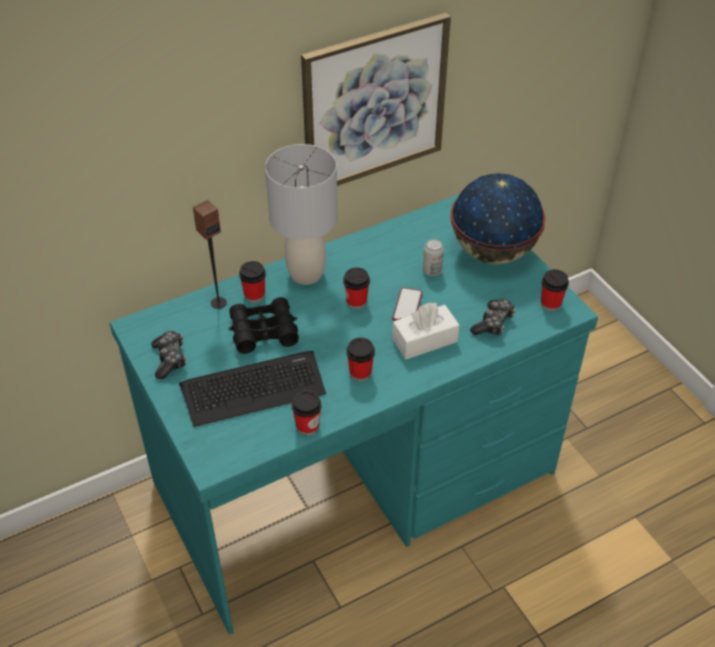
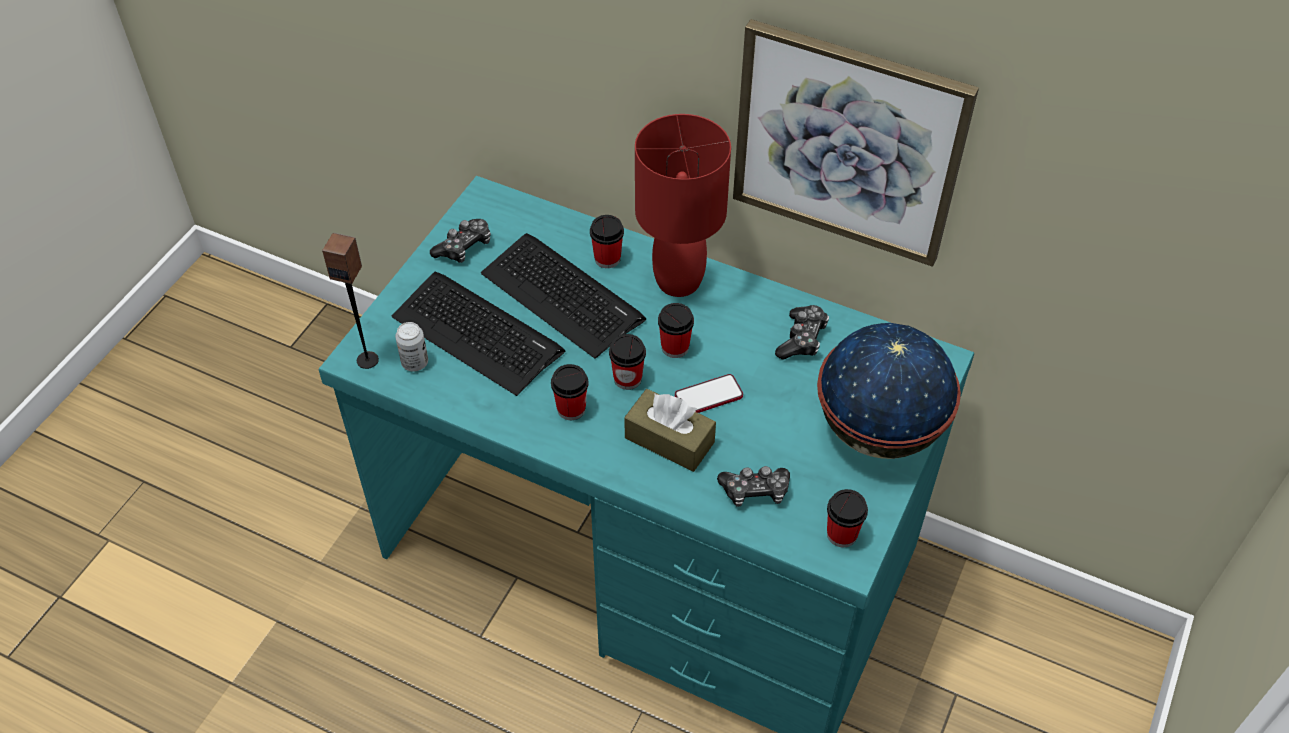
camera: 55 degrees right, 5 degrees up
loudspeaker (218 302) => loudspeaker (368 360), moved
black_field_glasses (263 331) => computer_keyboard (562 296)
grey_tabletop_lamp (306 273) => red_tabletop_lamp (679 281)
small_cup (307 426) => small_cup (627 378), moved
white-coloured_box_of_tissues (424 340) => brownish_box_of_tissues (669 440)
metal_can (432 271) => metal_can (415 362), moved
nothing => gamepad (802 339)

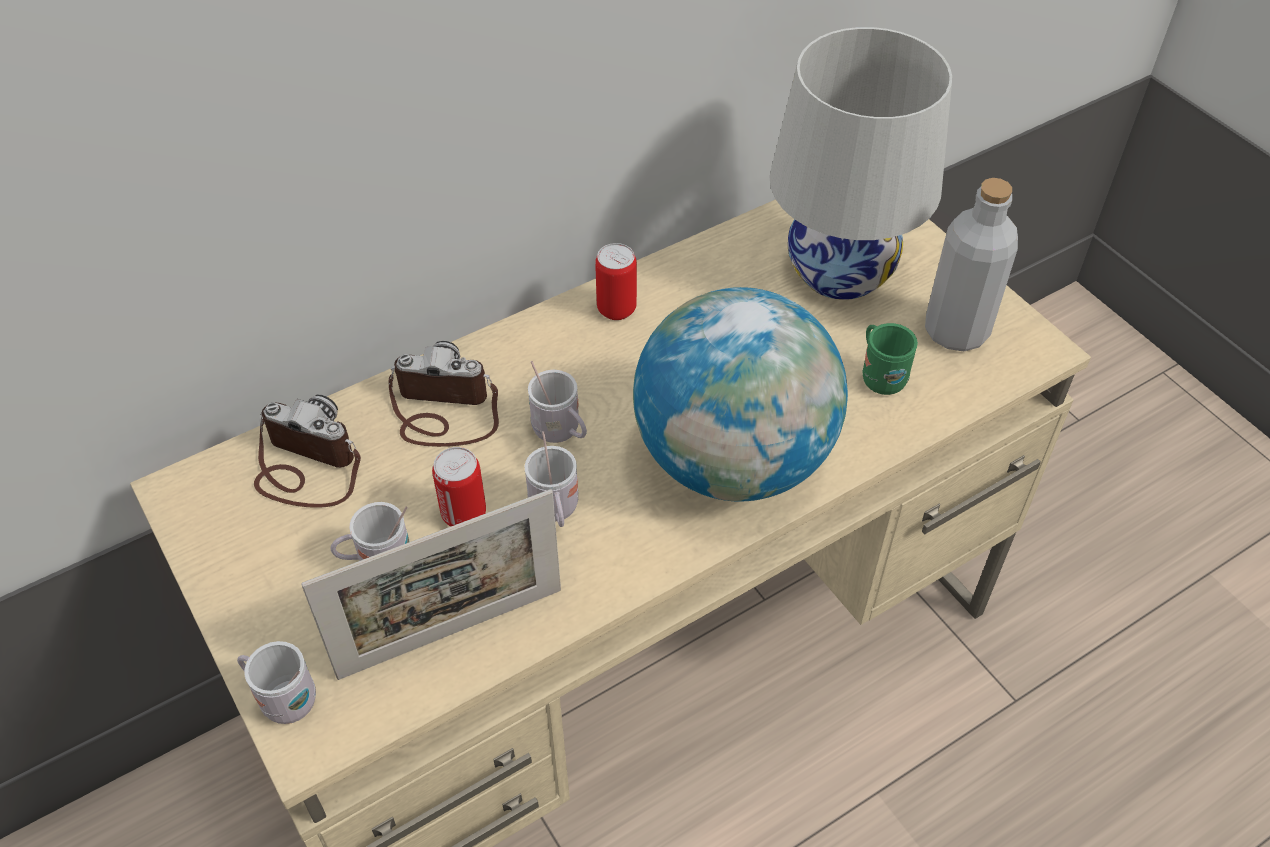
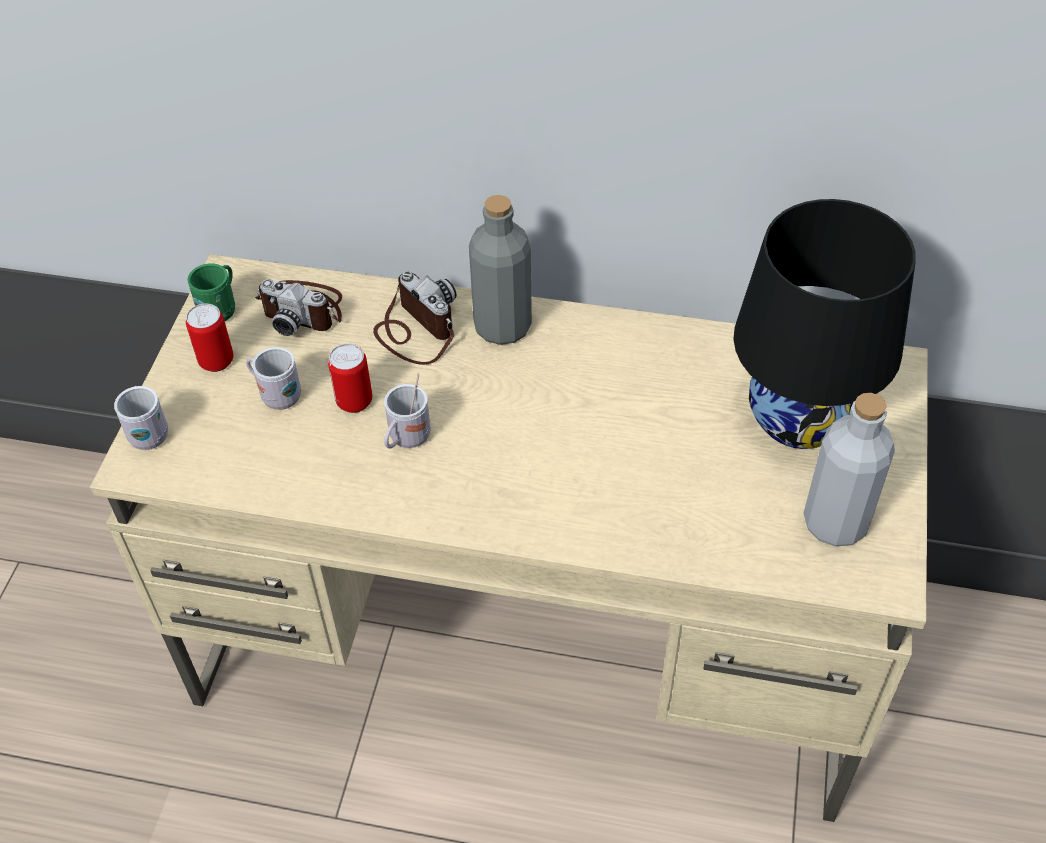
camera: 45 degrees right, 0 degrees up
still_camera (305 467) => still_camera (303 309), 135 degrees clockwise
picture_frame (451 632) => nothing
white-coloured_coffee_mug (561 433) => nothing
metal_can (616 309) => metal_can (216 361), moved
world_globe (733 460) => nothing
white-coloured_tabletop_lamp (840 271) => black_tabletop_lamp (799 418)
greenish_coffee_mug (880 376) => greenish_coffee_mug (221 309), moved
nothing => grey_beverage_bottle (502 327)

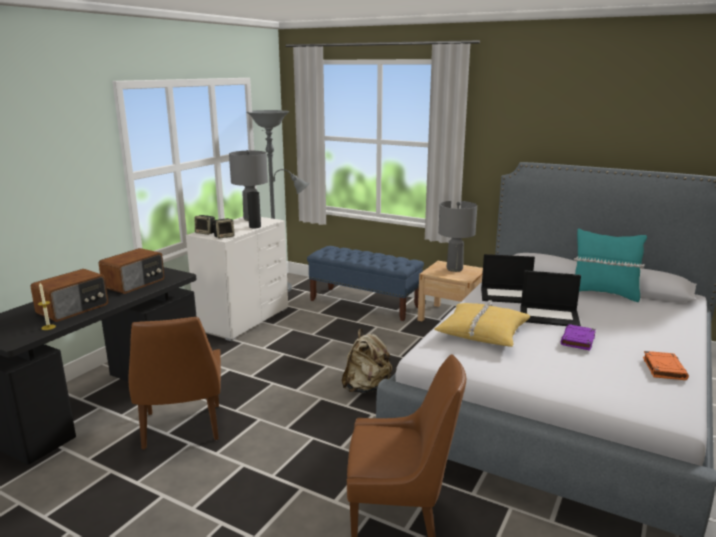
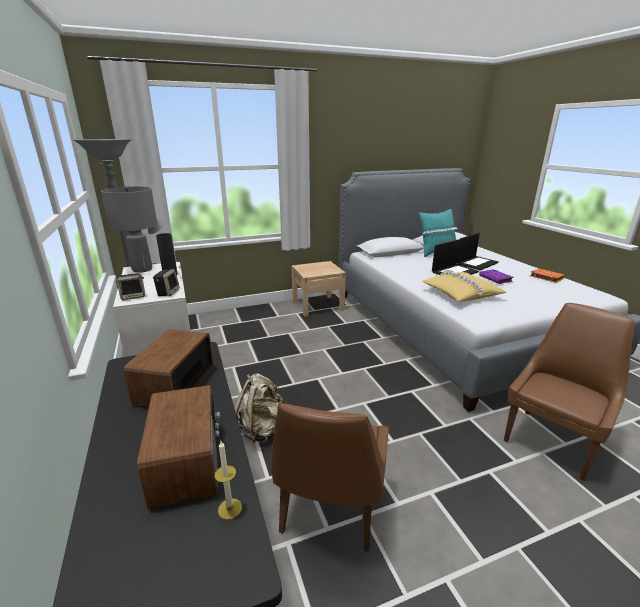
camera: 50 degrees left, 5 degrees up
radio_receiver (135 283) => radio_receiver (174 385), 150 degrees counterclockwise
brownish_plain_chair (182 428) => brownish_plain_chair (329 511), 75 degrees clockwise
blue_long_seat (364 303) => nothing
beige-coloured_knapsack (366 388) => beige-coloured_knapsack (262 429), moved
grey_tabletop_lamp (454 269) => nothing
laptop (508 295) => laptop (477 263), moved

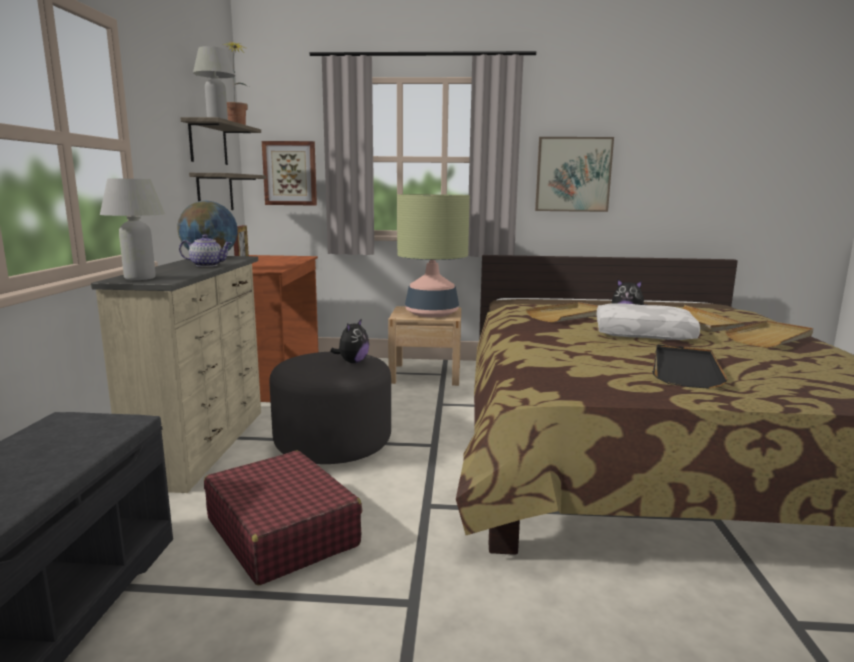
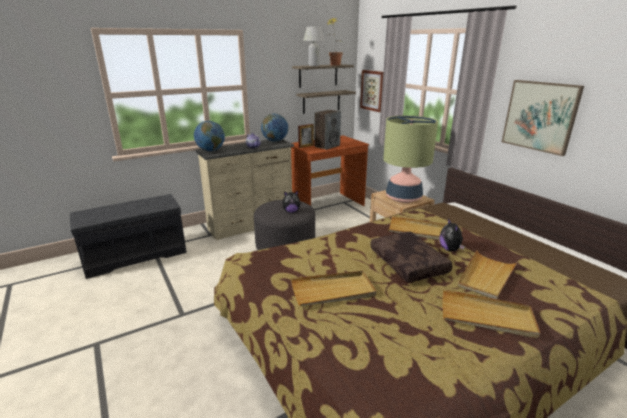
camera: 55 degrees right, 10 degrees up
white-coloured_tabletop_lamp (140 278) => world_globe (211 150)
red_piece_of_luggage (282 532) => nothing
white-coloured_throw_pillow (644 333) => brownish_throw_pillow (409 263)
black_tray (685 369) => beige-coloured_tray (333 291)
nothing => loudspeaker (327 146)

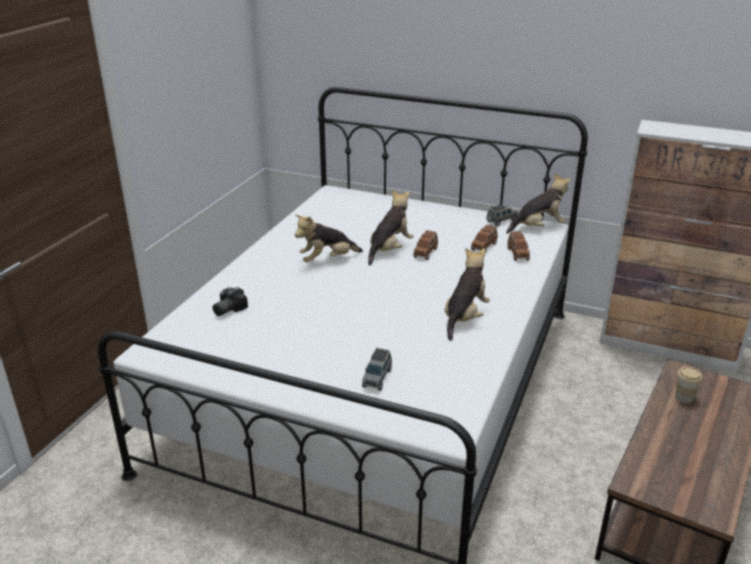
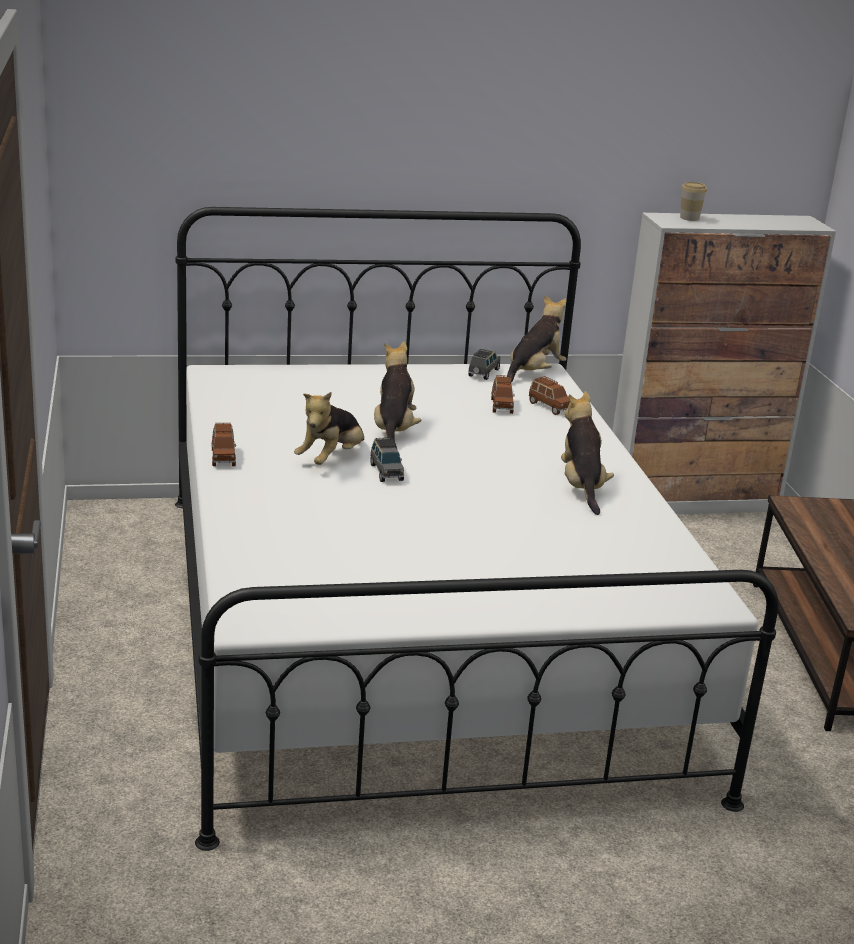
camera: 35 degrees left, 5 degrees down
still_camera (227 309) => nothing
grey_toy_car (377 378) => grey_toy_car (386 472), moved
brownish_toy_car (425 252) => brownish_toy_car (223 457), moved
small_cup (684 397) => small_cup (689 218), moved

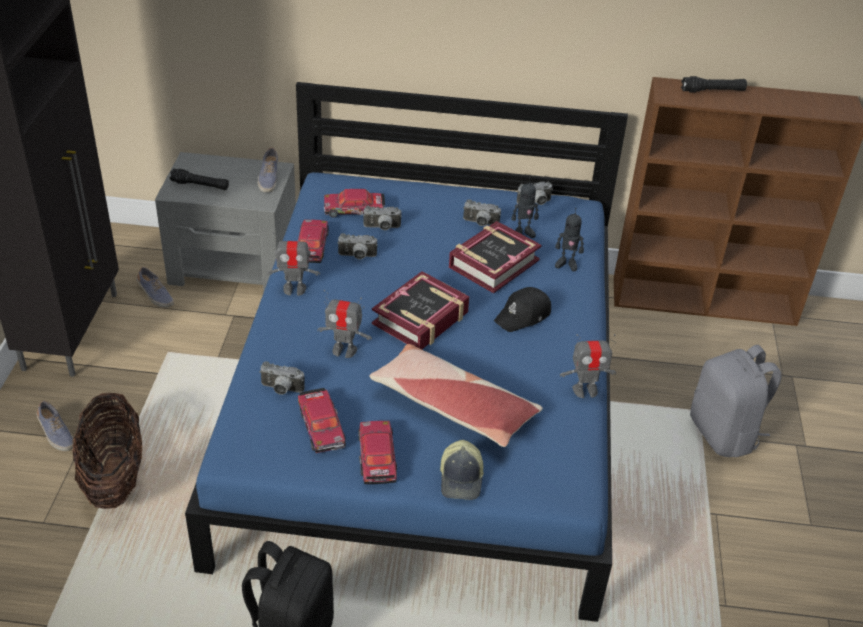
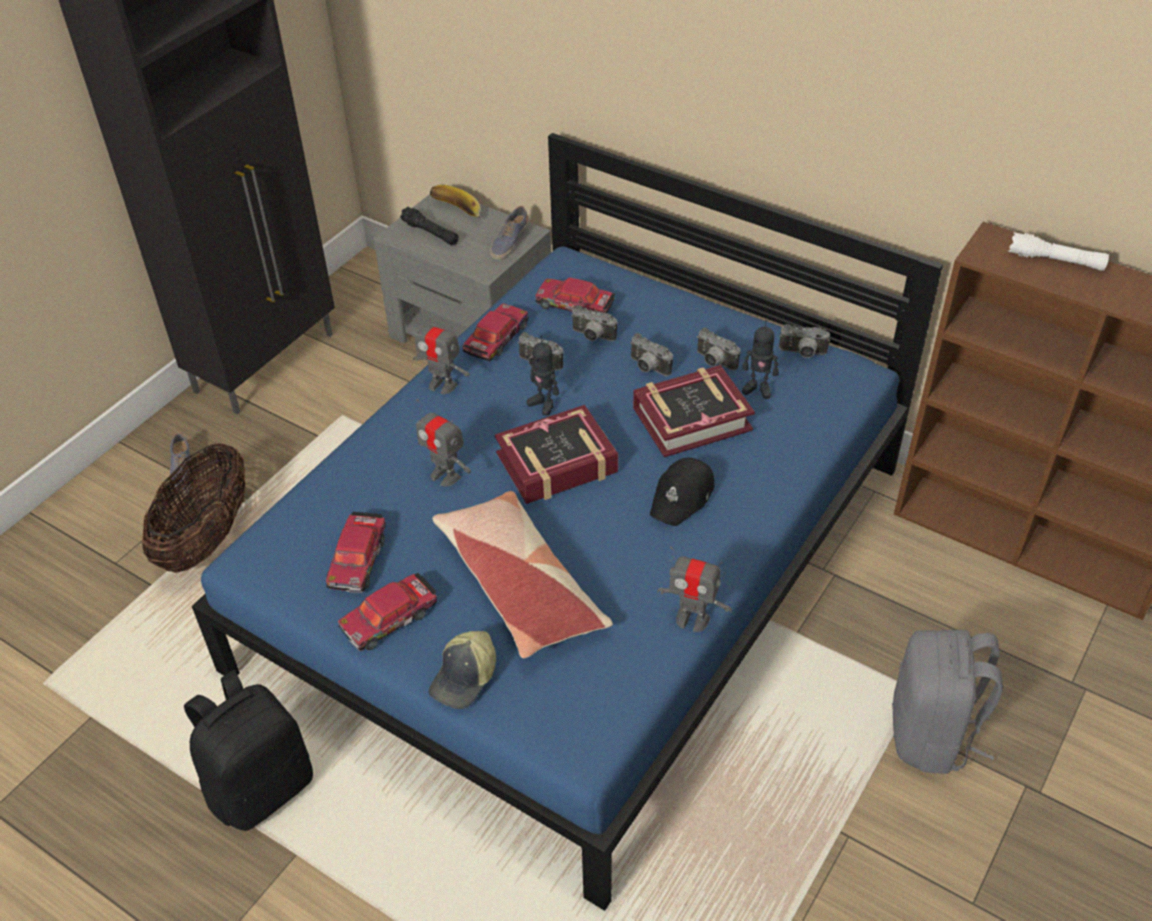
camera: 30 degrees right, 5 degrees up
item_of_footwear (155 295) => nothing
still_camera (281 390) => still_camera (647 368), moved
toy_car (376 458) => toy_car (390 618), 150 degrees counterclockwise
black_cap (523 316) => black_cap (682 497), 45 degrees counterclockwise
model_robot (567 264) => model_robot (544 404), moved
black_torch (712 91) => white-coloured_torch (1056 261)
nothing => banana_fruit (455 212)

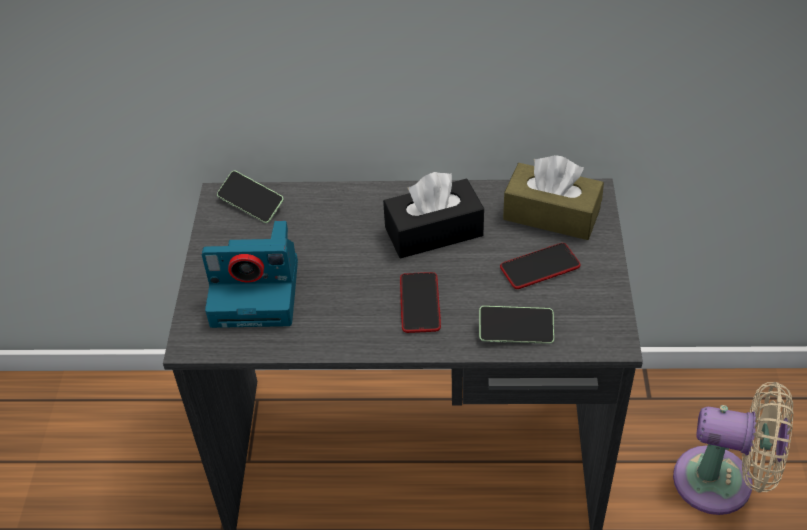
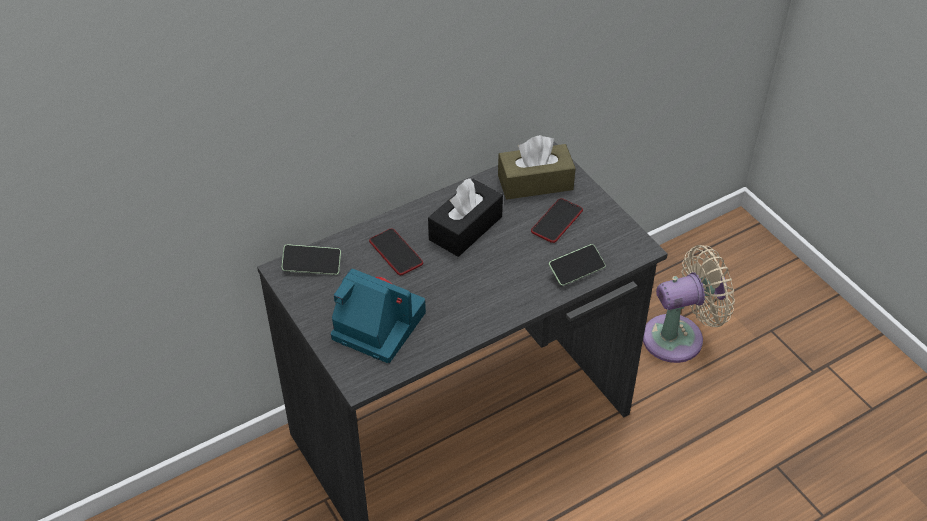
camera: 35 degrees left, 0 degrees up
still_camera (257 292) => still_camera (376 325), 120 degrees counterclockwise
phone (420 303) => phone (396 253), moved

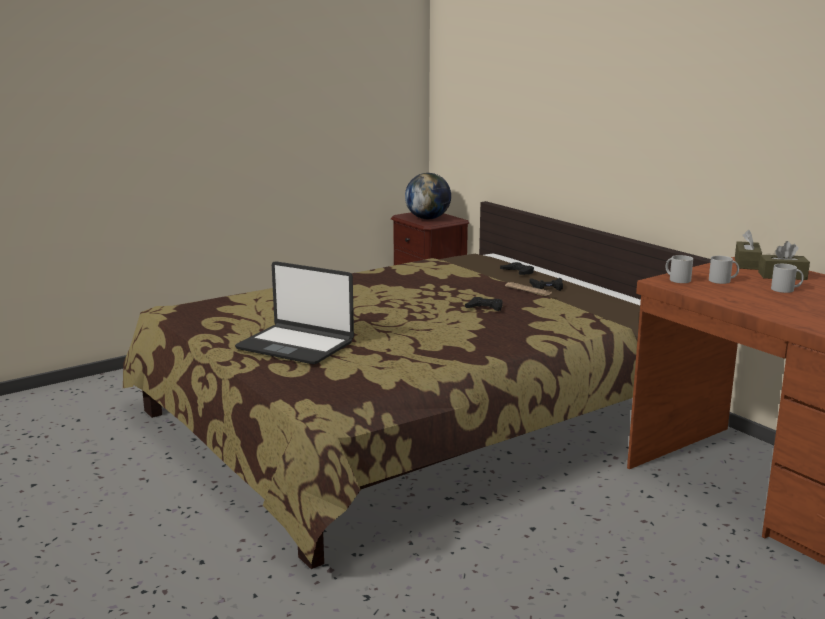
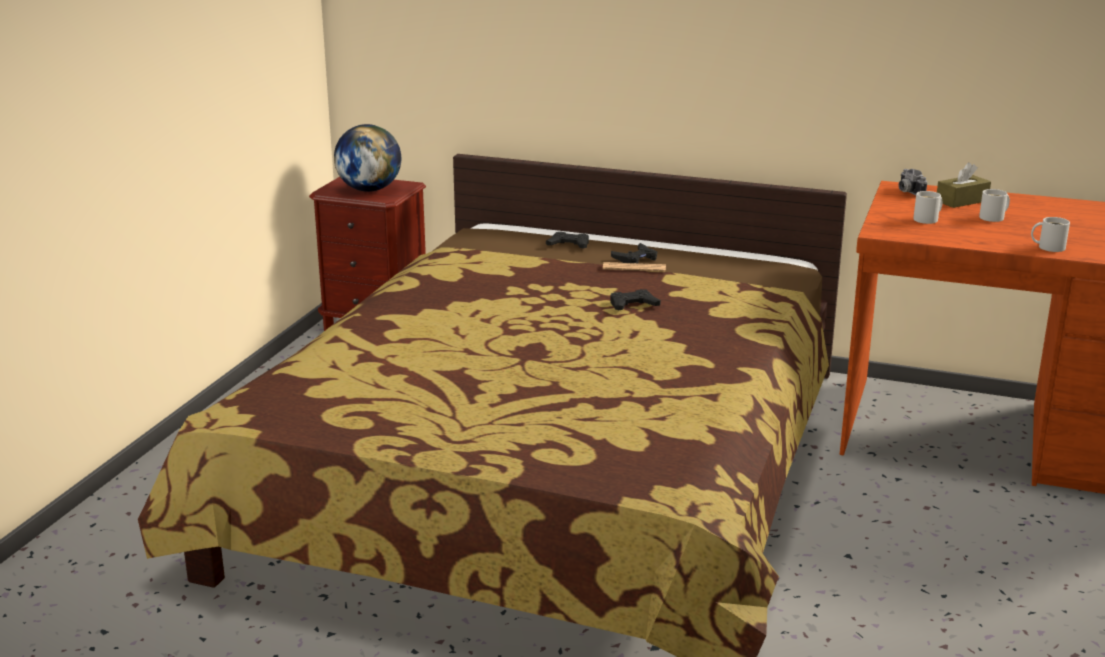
camera: 35 degrees left, 5 degrees up
laptop (296 345) => nothing
white-coloured_coffee_mug (678 279) => white-coloured_coffee_mug (1049 247), moved
brownish_box_of_tissues (747 264) => still_camera (907 192)

